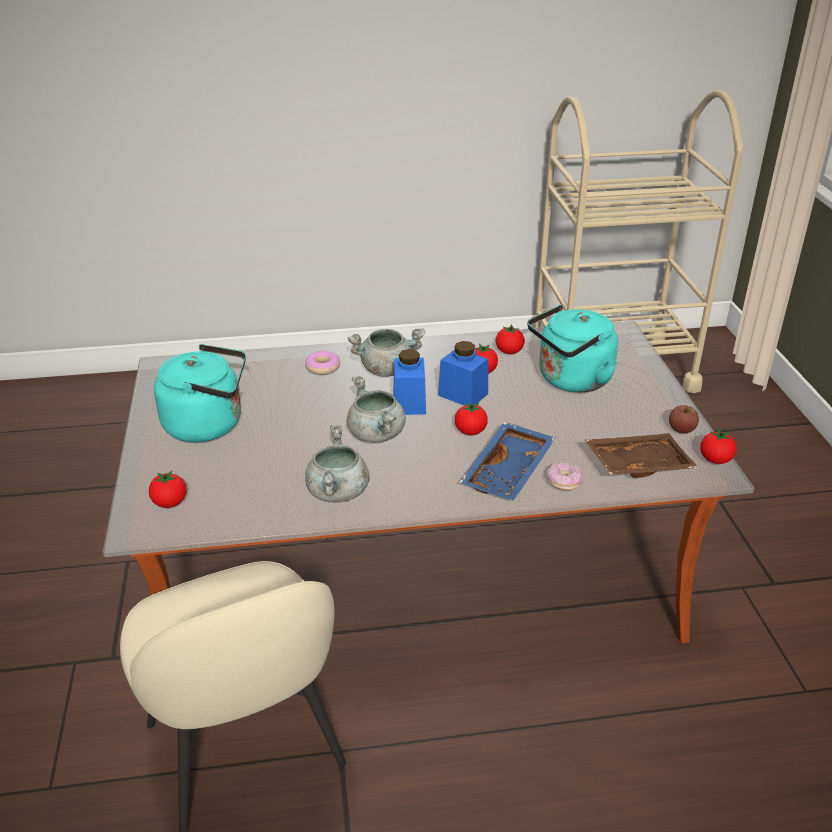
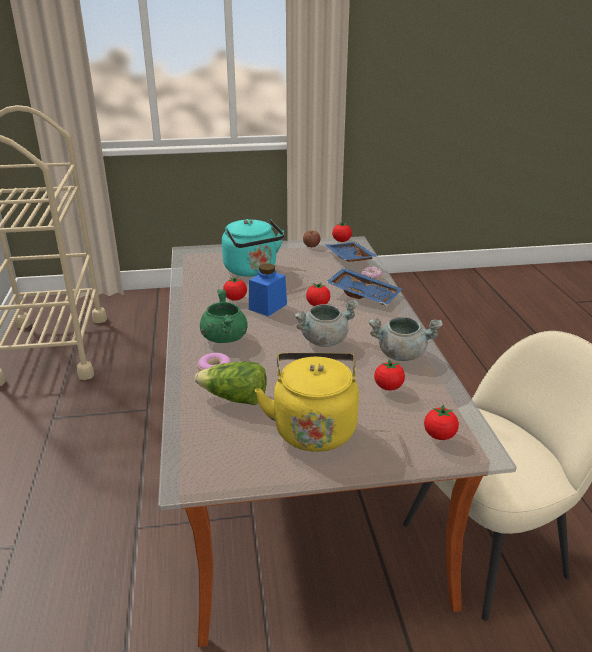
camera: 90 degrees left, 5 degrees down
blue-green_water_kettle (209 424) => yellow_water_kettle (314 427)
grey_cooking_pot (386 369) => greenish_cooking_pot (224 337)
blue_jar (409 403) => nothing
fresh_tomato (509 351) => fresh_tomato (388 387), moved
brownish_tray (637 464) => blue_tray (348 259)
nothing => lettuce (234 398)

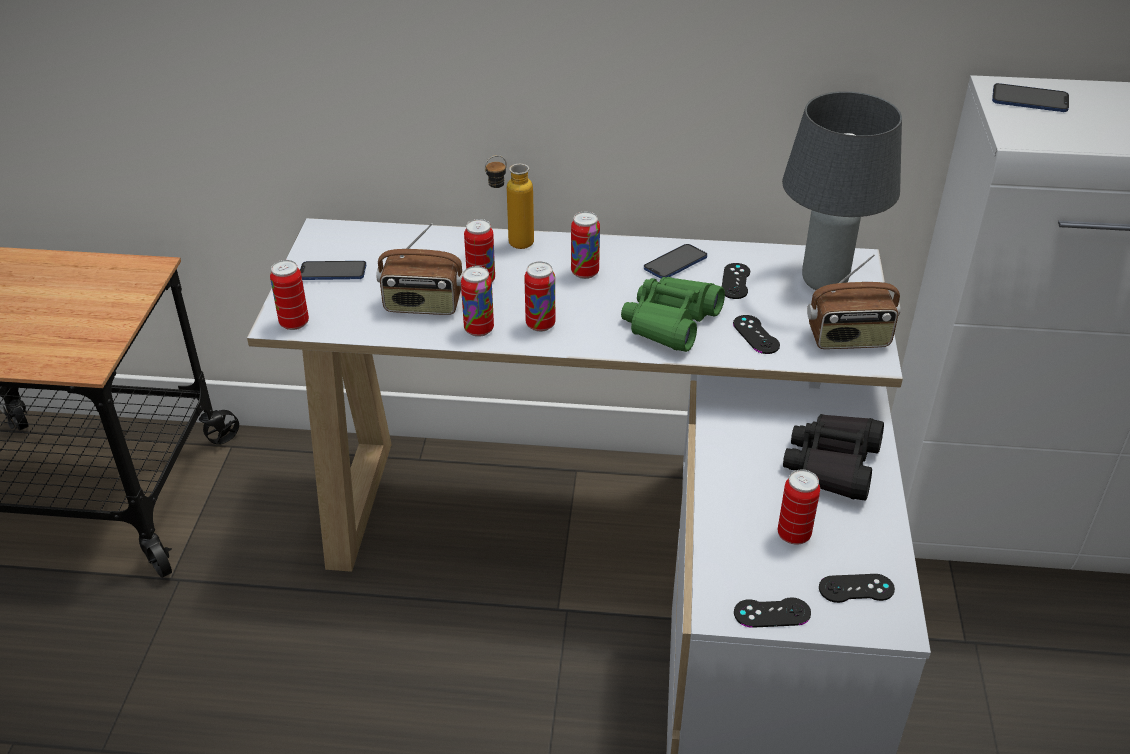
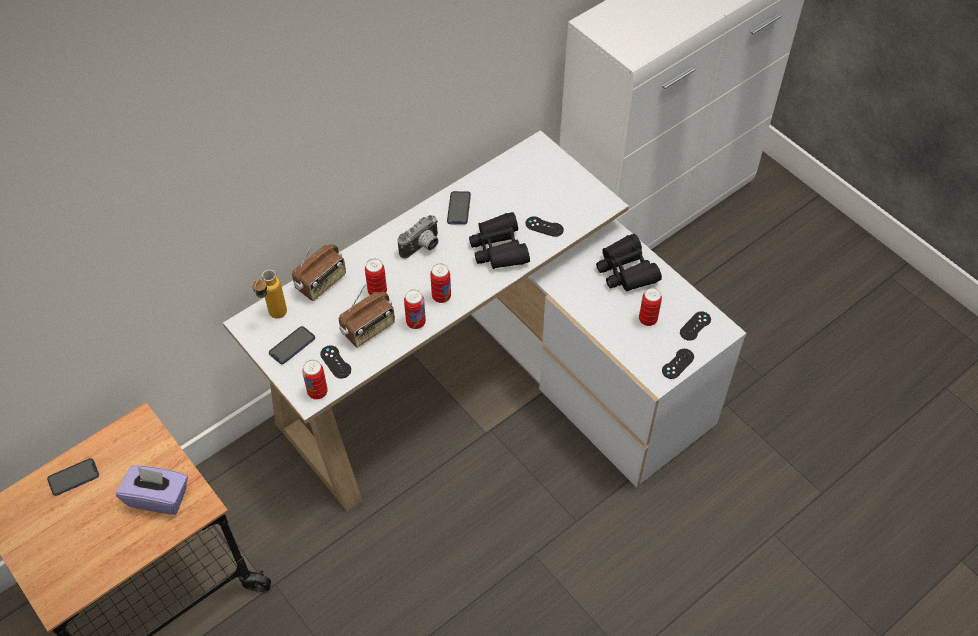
camera: 45 degrees left, 15 degrees up
beverage_bottle (511 245) => beverage_bottle (274 317), moved
metal_can (585 272) => still_camera (422 247)
greenish_field_glasses (670 322) => black_field_glasses (499 248)
black_gamepad (735 281) => black_gamepad (335 362), moved
grey_tabletop_lamp (822 282) => nothing
radio_receiver (849 339) => radio_receiver (321 283), moved
phone (1029 100) => phone (73 477), moved
nothing => purple_box_of_tissues (158 497)

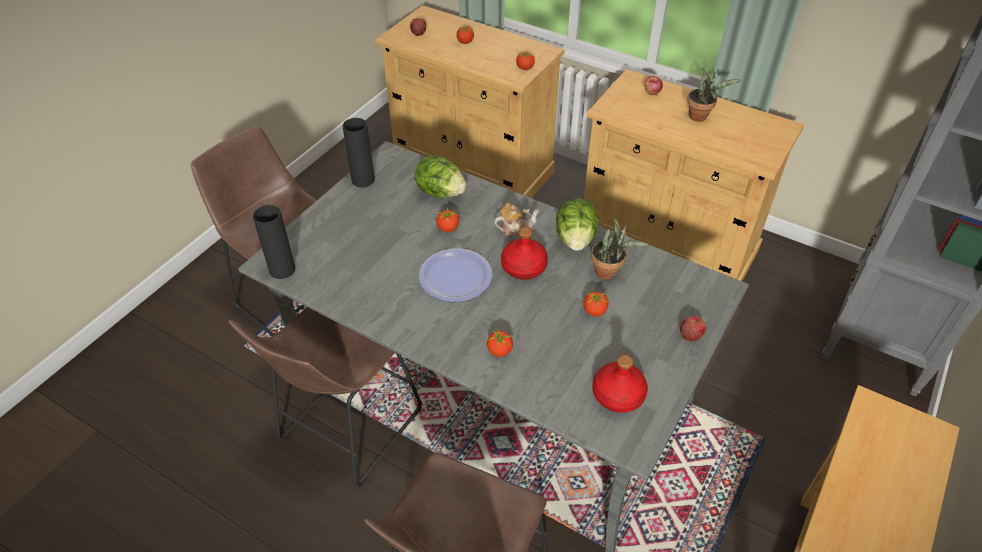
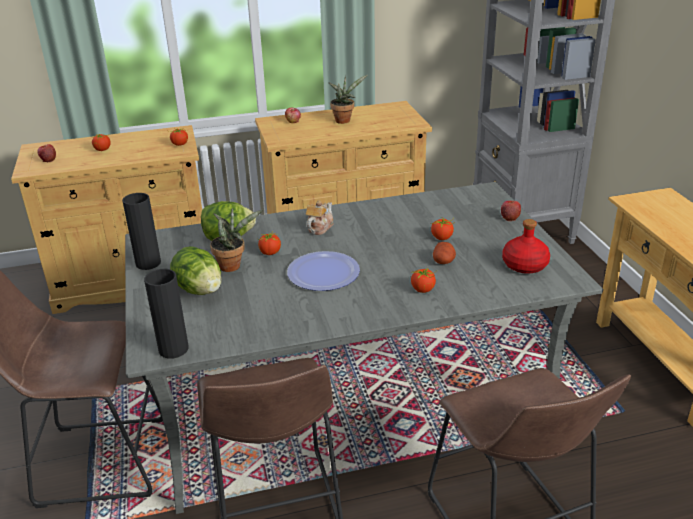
camera: 45 degrees left, 15 degrees down
red_beverage_bottle (524 267) => nothing
lettuce (575 239) => lettuce (200 290), moved
plant_in_a_pot (609 272) => plant_in_a_pot (233 265), moved
nothing => spud (443 261)

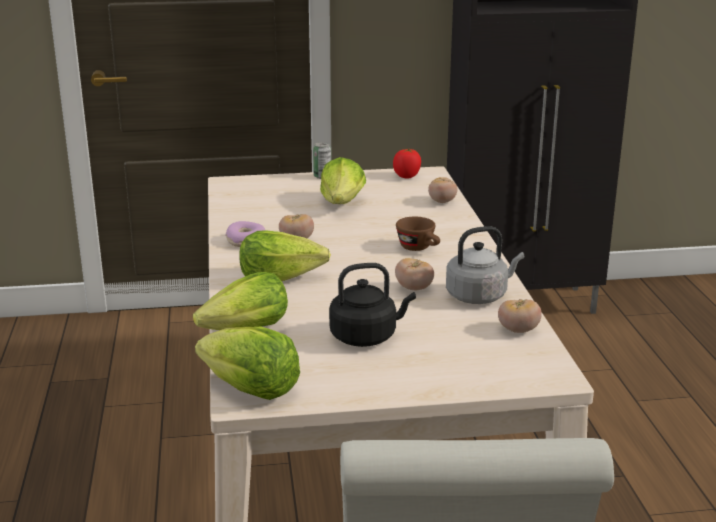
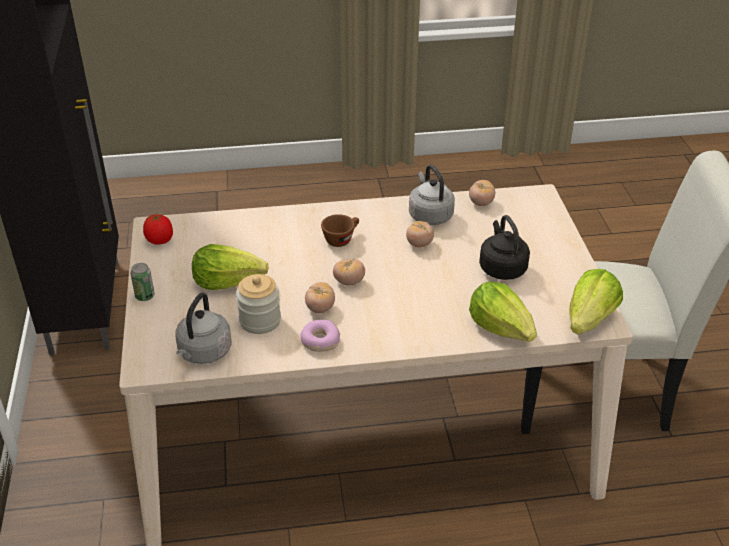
camera: 90 degrees left, 15 degrees up
lettuce (280 277) => nothing
fresh_tomato (442 202) => fresh_tomato (349 282), moved
nothing => grey_water_kettle (203 353)
nothing => jar (260 321)

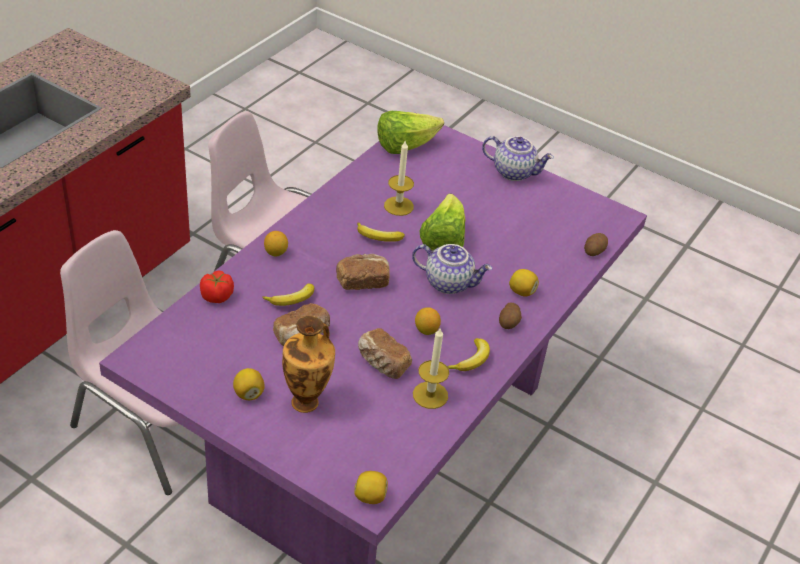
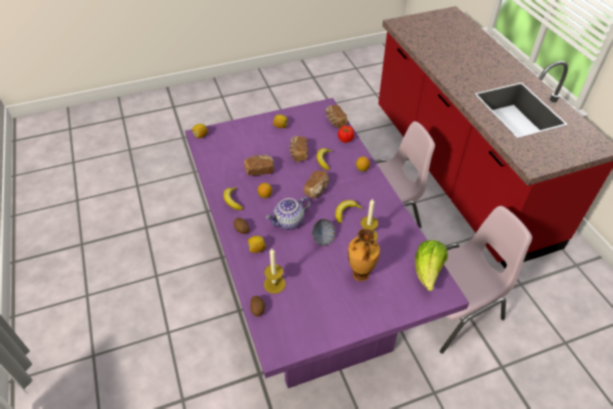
camera: 130 degrees right, 5 degrees up
vase (307 402) => vase (360 275), moved
candle (430 395) => candle (274 284), moved
lettuce (443 241) => serving_bowl (323 238)
teapot (514 172) => nothing
nothing => baked_bread (335 121)

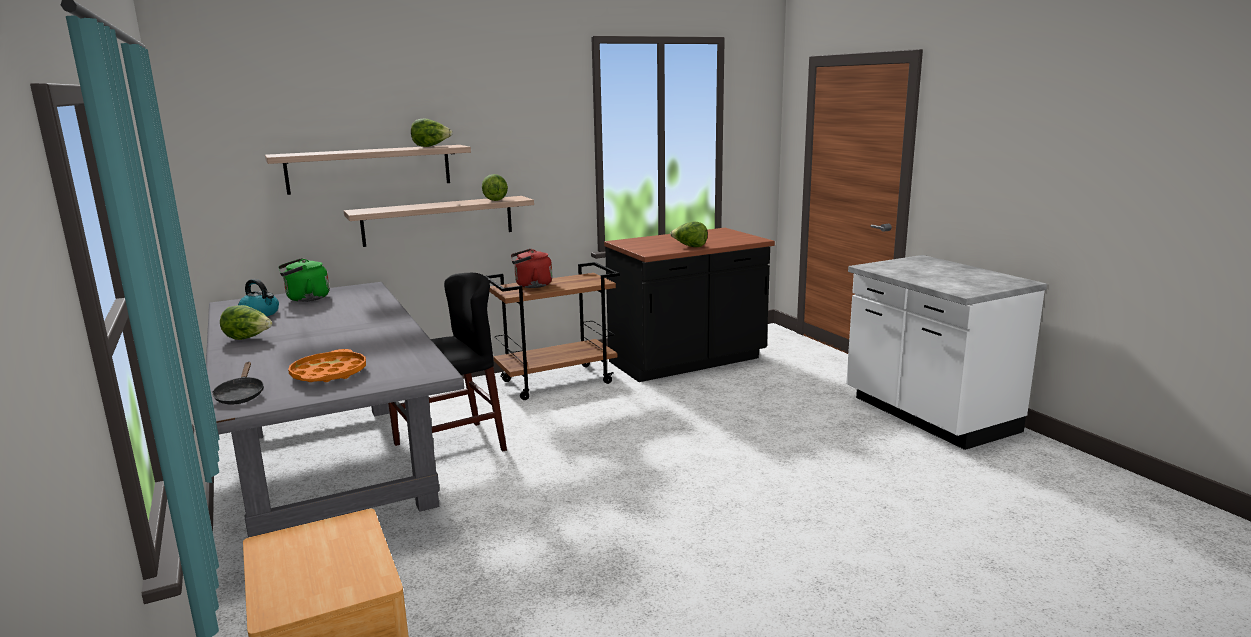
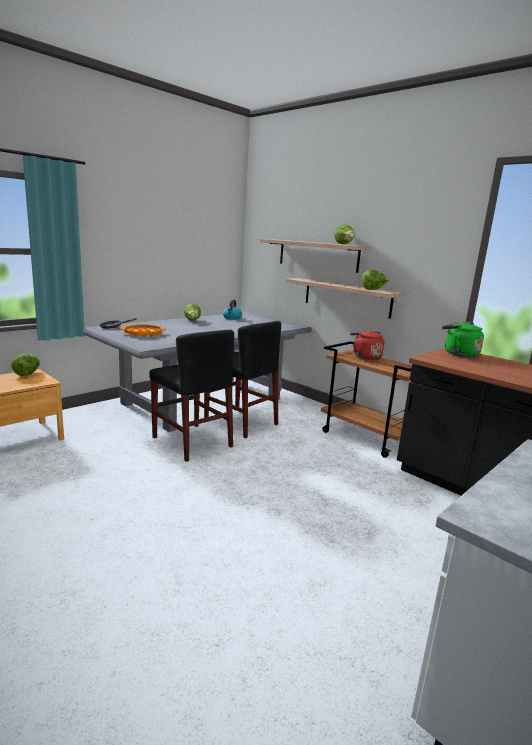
camera: 70 degrees right, 0 degrees up
greenish_water_kettle (305 299) => greenish_water_kettle (458 354), moved
lettuce (690 247) => lettuce (27 374), moved
nothing => black_plain_chair (192 442)

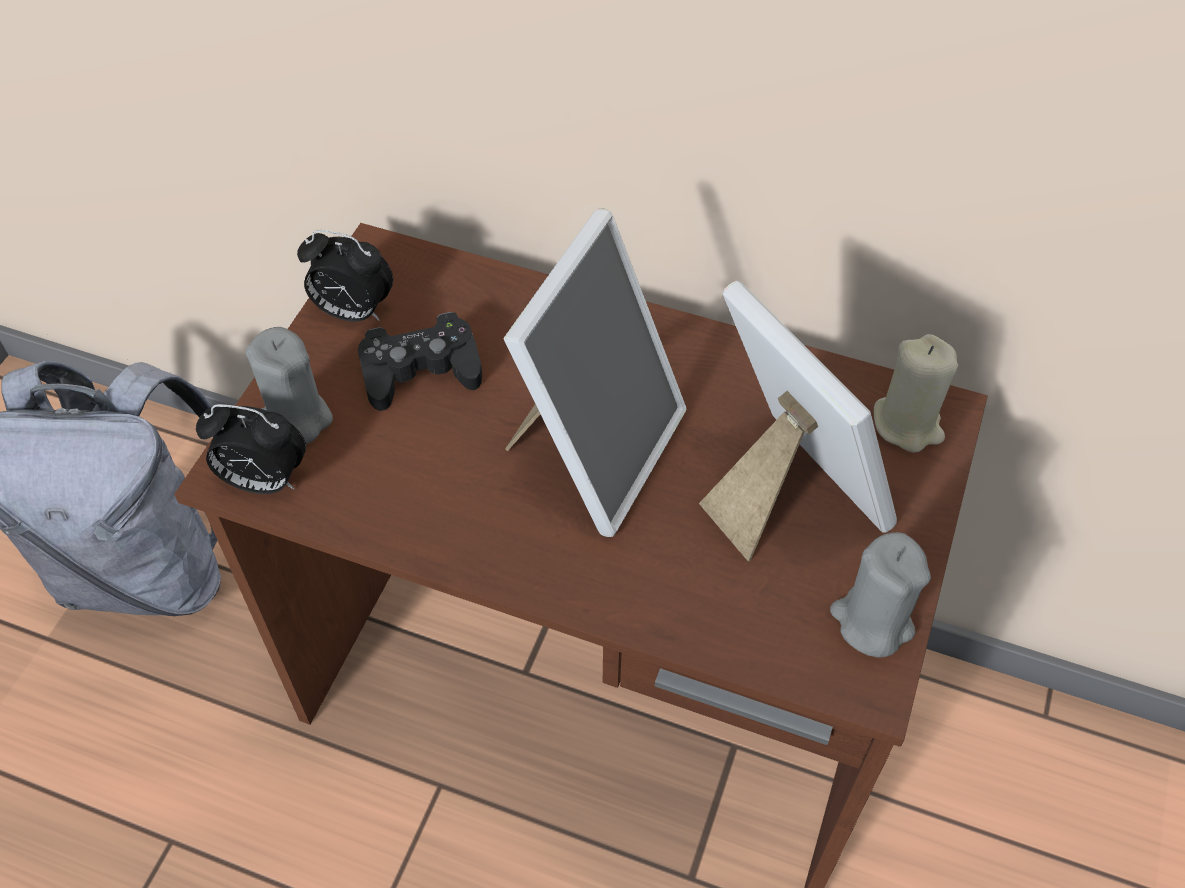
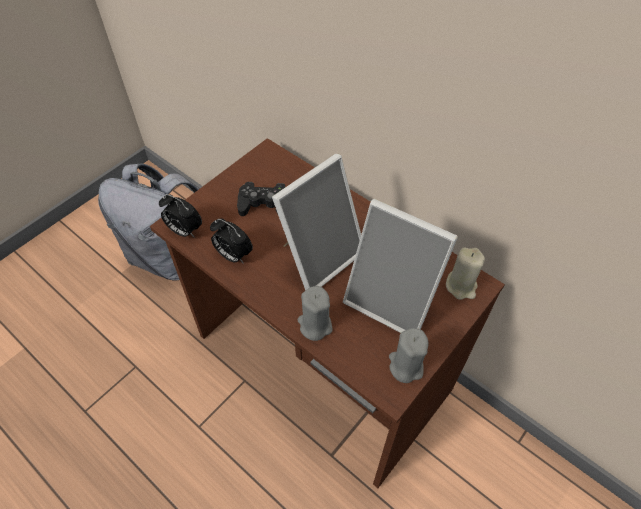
camera: 20 degrees right, 0 degrees up
grey_candle (295 419) => grey_candle (315 325), moved
table_clock (352 312) => table_clock (233 255), moved
picture_frame (785 494) => picture_frame (392 300), 135 degrees clockwise

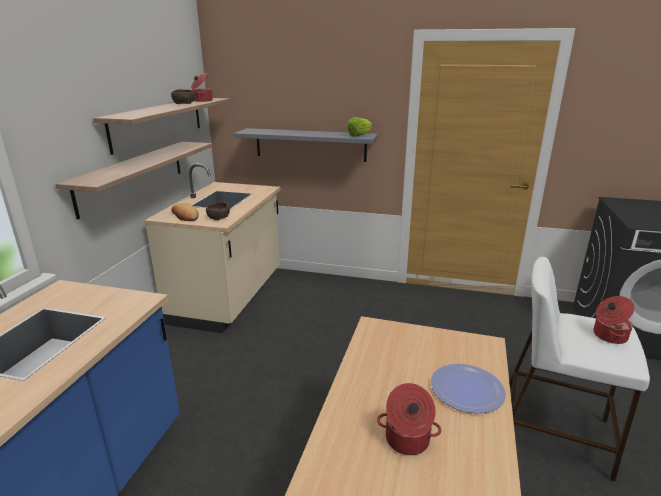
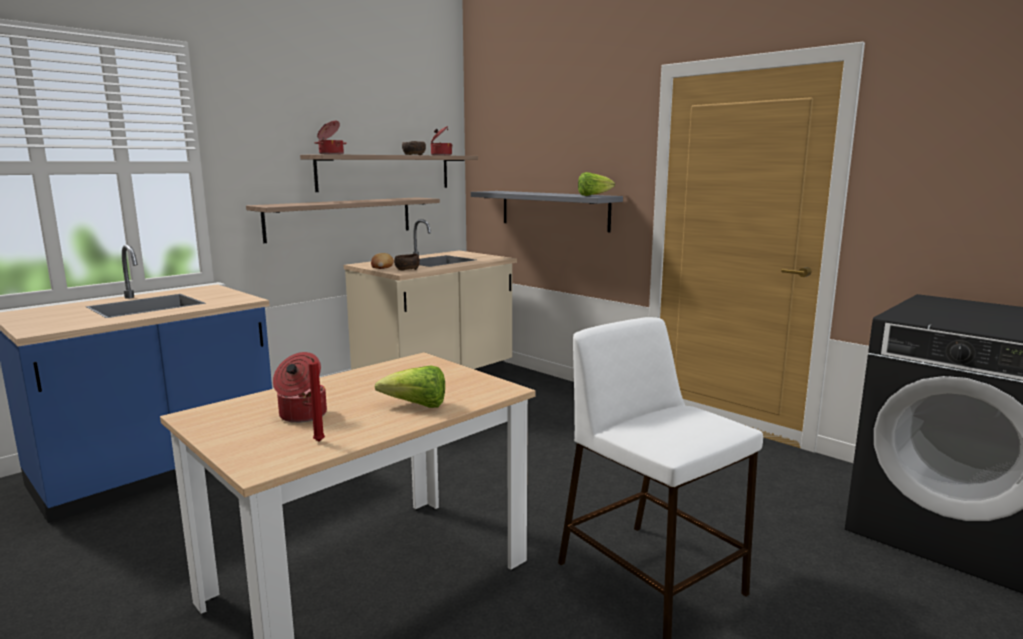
camera: 30 degrees right, 10 degrees down
flat_dish (467 389) => lettuce (417 406)
cooking_pot (608 335) => cooking_pot (331 154), moved
nothing => red_candle (317 442)

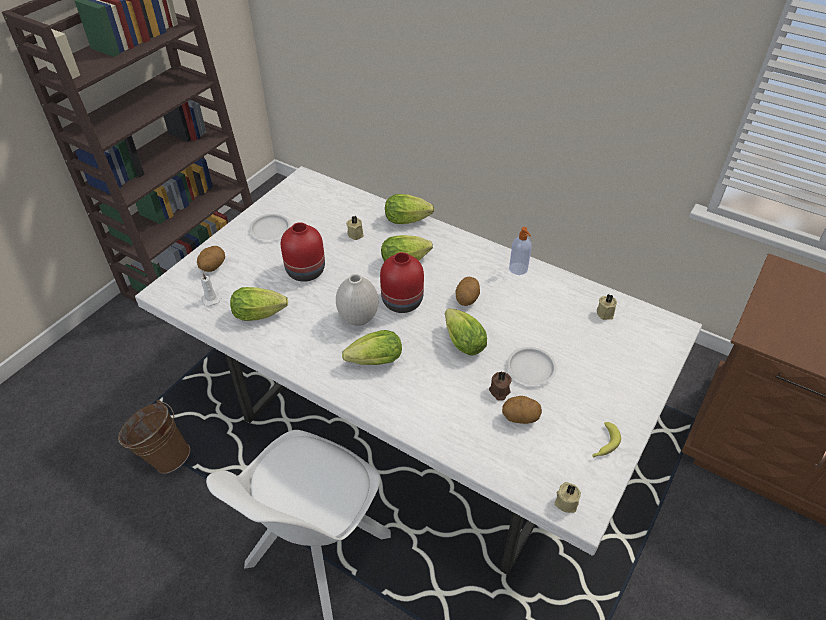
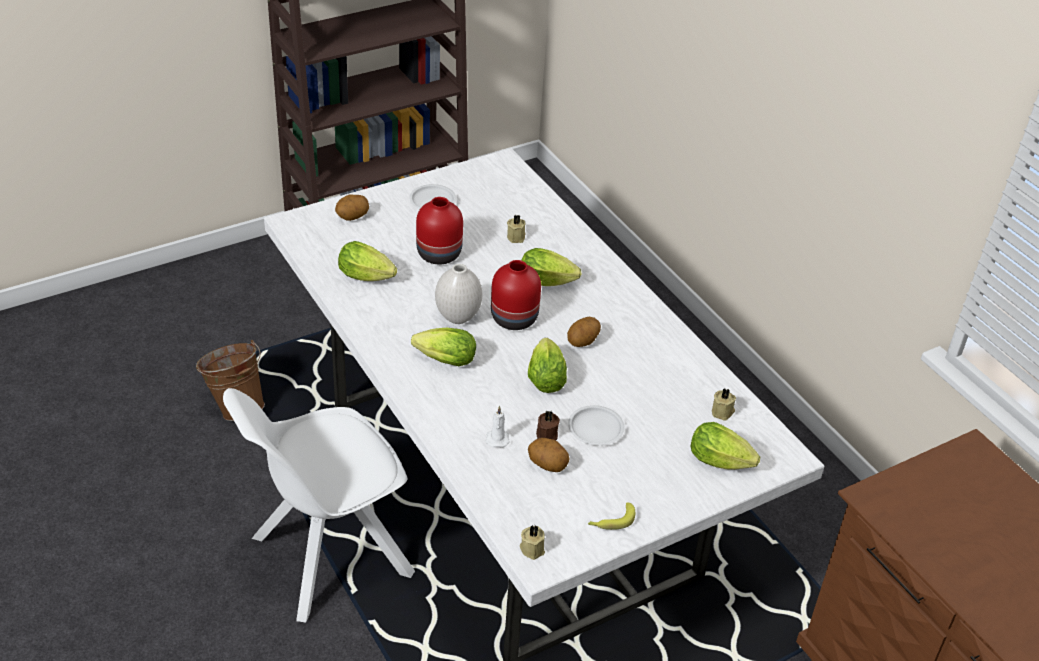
camera: 25 degrees right, 5 degrees down
white-coloured_candle (211 299) => white-coloured_candle (497 438), moved
lettuce (409 220) => lettuce (723 463), moved
liquid_soap_bottle (518 269) => nothing

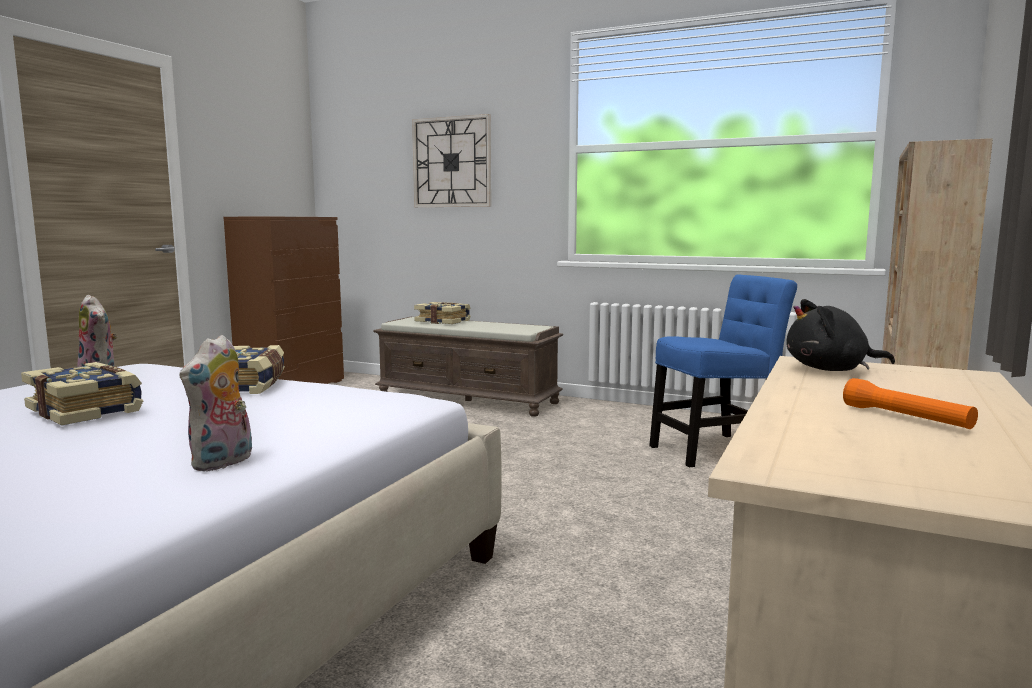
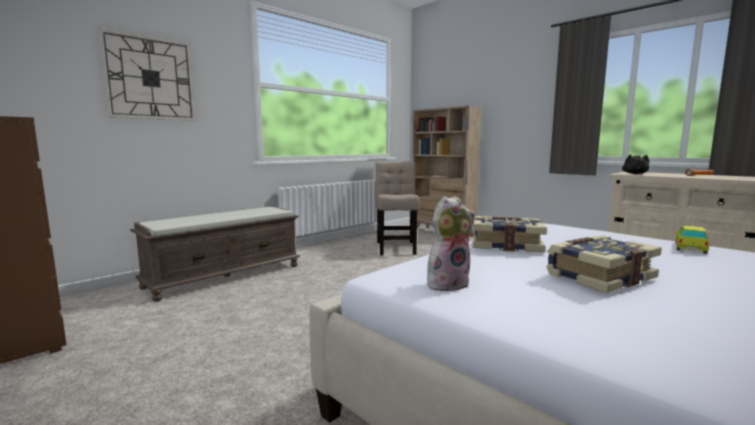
camera: 70 degrees left, 0 degrees up
plush_toy (223 463) => toy_car (690 247)
volume (443 321) => nothing
blue_plain_chair (716 450) => beige-coloured_plain_chair (396 247)

